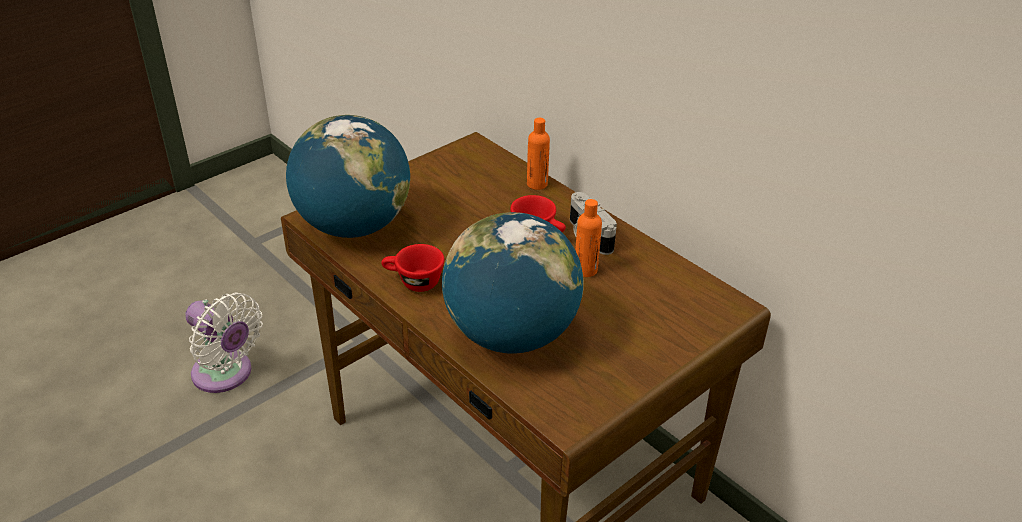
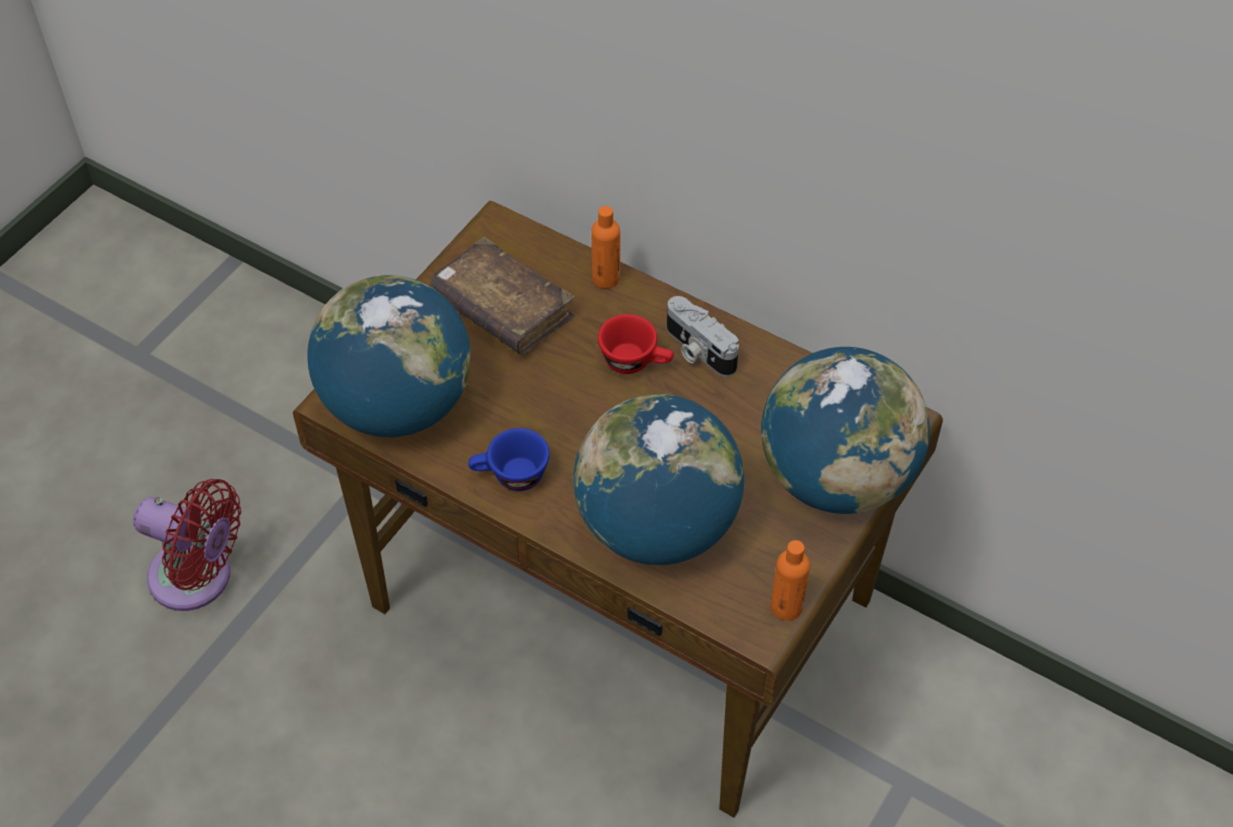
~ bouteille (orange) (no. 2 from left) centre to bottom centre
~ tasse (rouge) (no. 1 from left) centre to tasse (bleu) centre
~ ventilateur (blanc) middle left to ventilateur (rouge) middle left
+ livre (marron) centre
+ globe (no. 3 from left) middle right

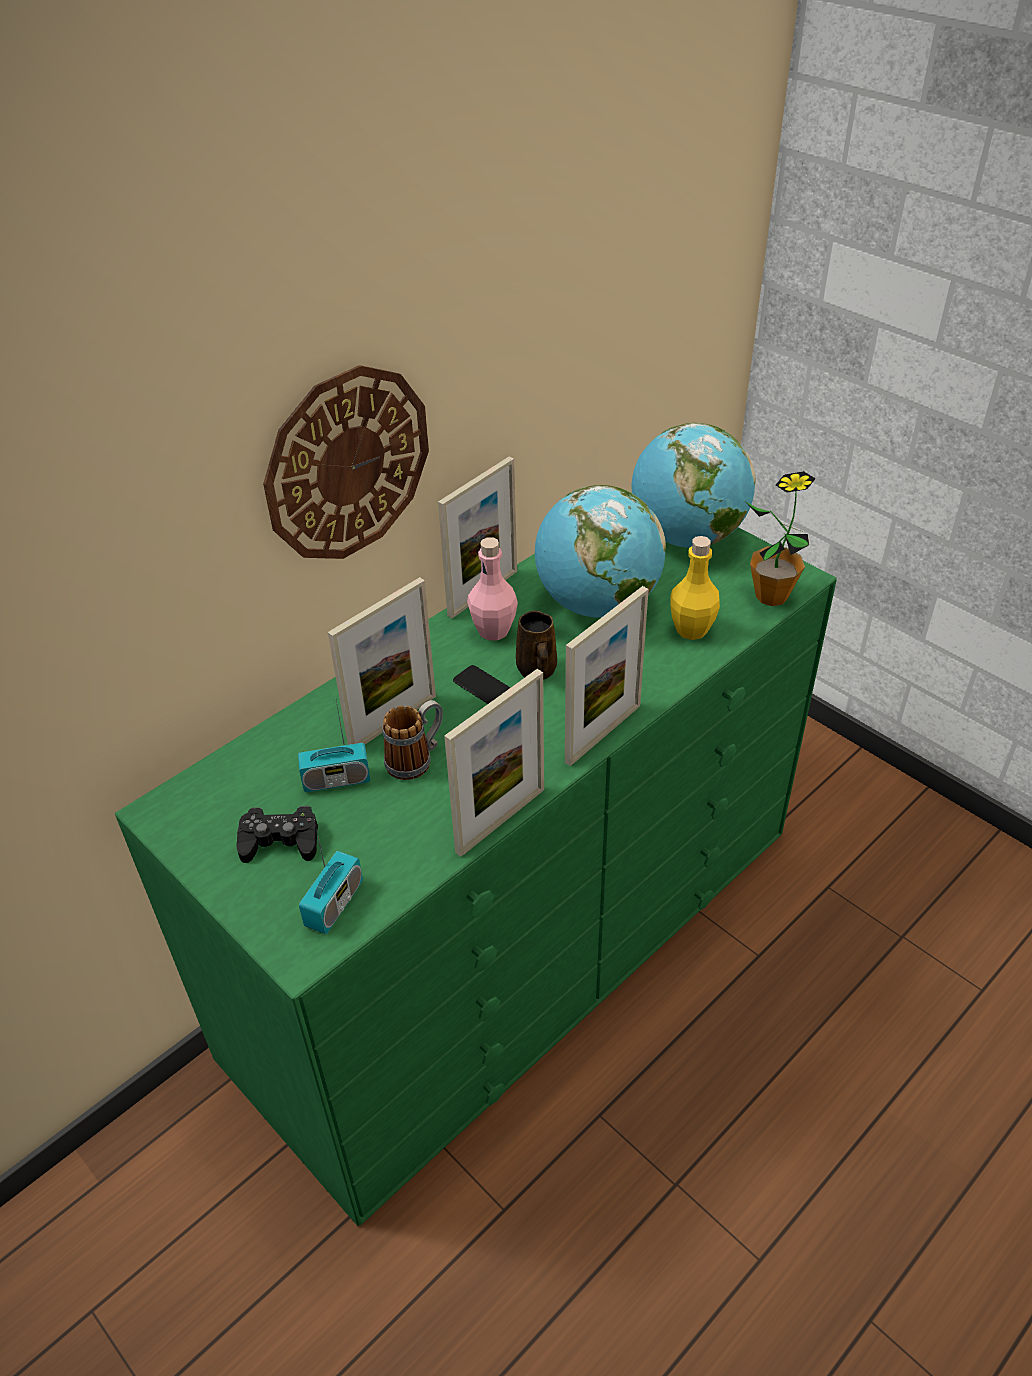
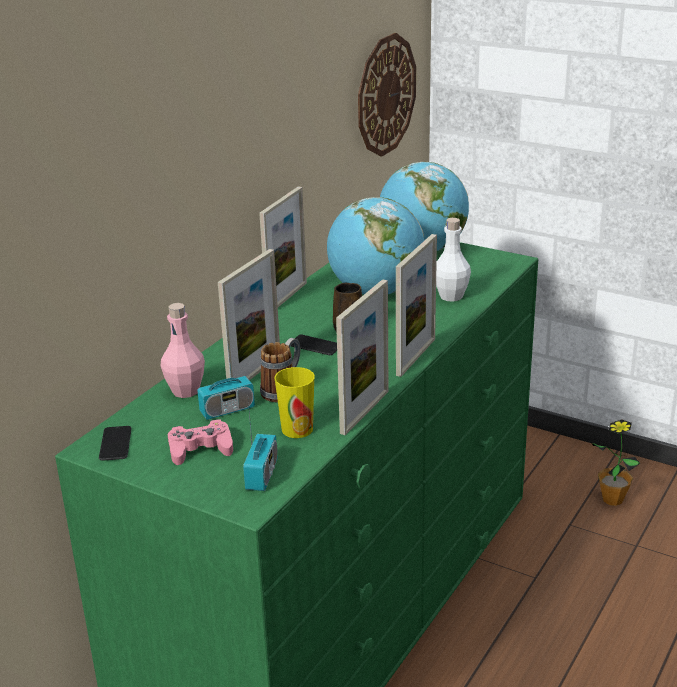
~ horloge murale centre to top centre
~ plante en pot middle right to bottom right
~ bouteille (jaune) middle right to bouteille (blanc) middle right
~ bouteille (rose) centre to middle left
~ manette (noir) middle left to manette (rose) middle left
+ tasse centre
+ téléphone (no. 1 from left) middle left

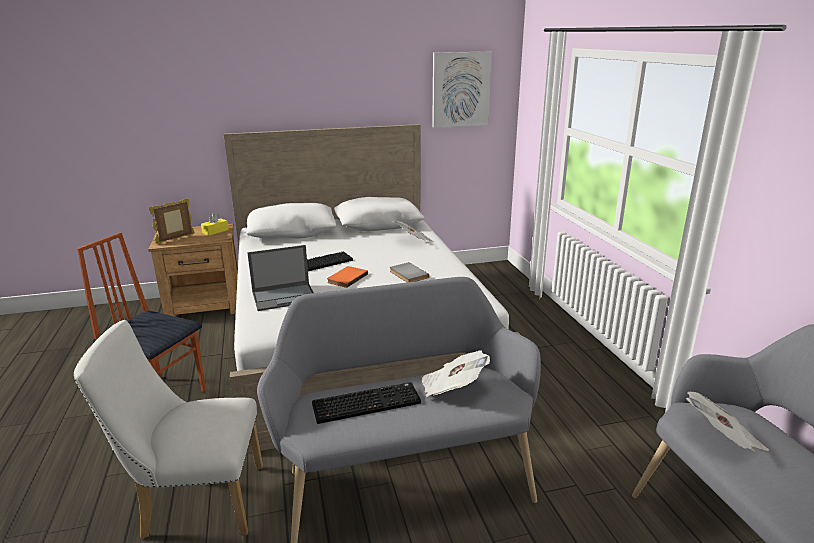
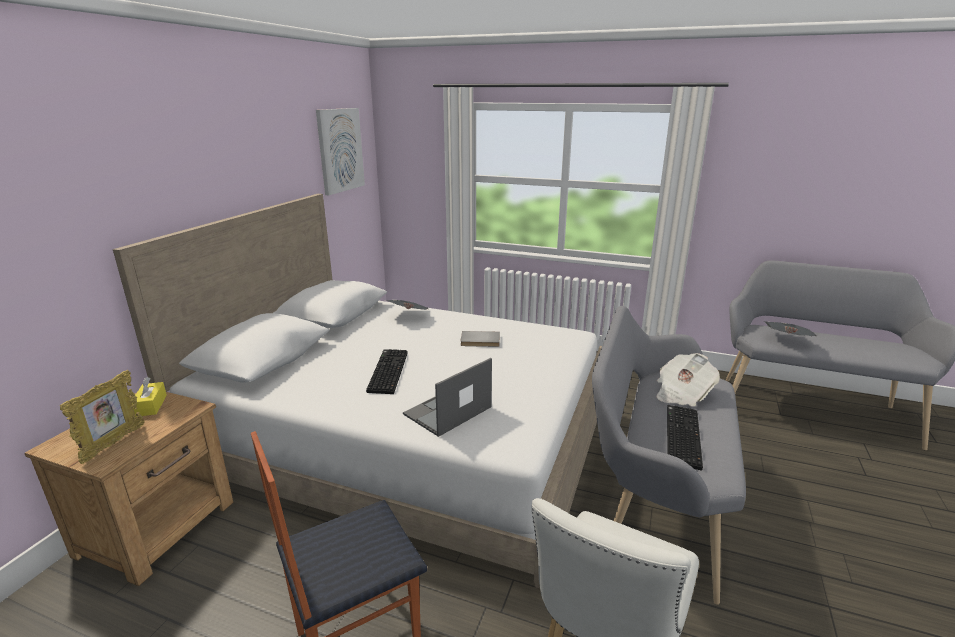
~ cadre photo middle left = middle left 150 degrees counterclockwise
~ ordinateur portable centre = centre 150 degrees counterclockwise
- livre (orange) centre

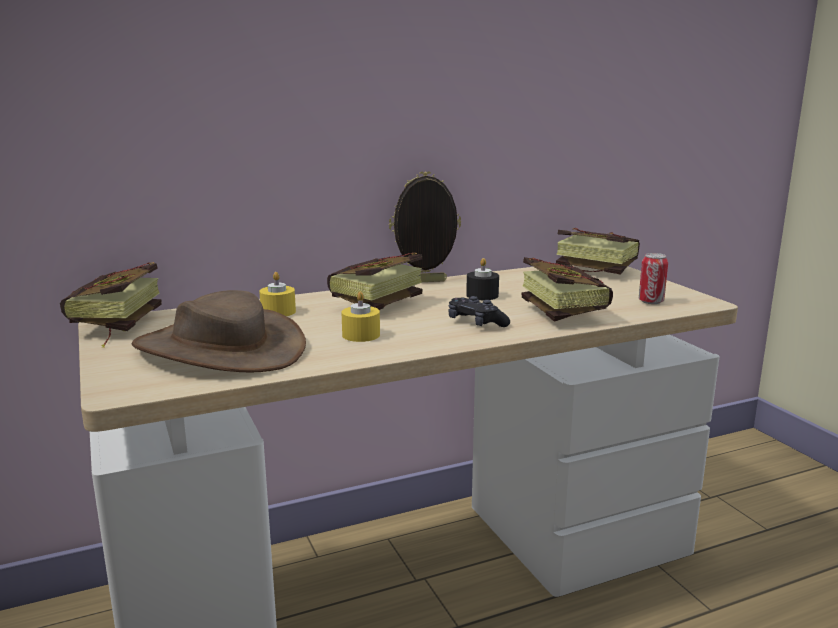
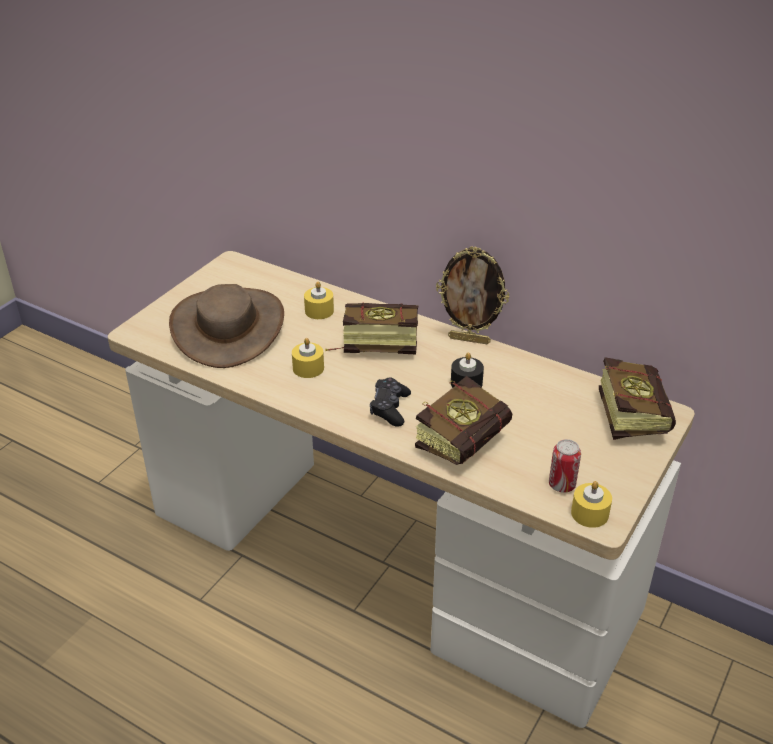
~ cadre photo centre = centre 150 degrees clockwise
- livre (no. 1 from left) middle left
+ bougie (jaune) (no. 3 from left) bottom right

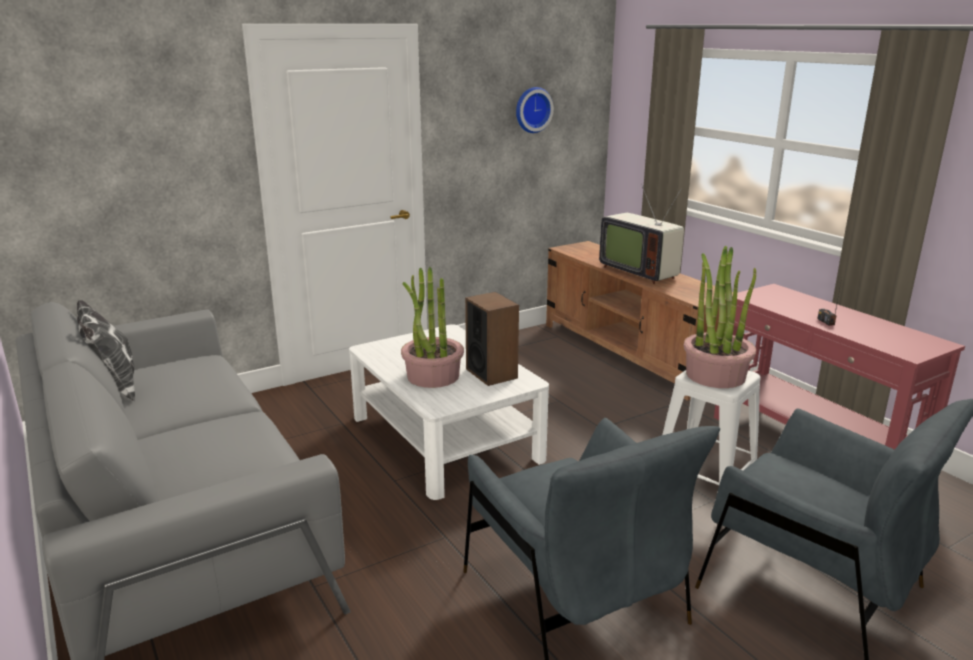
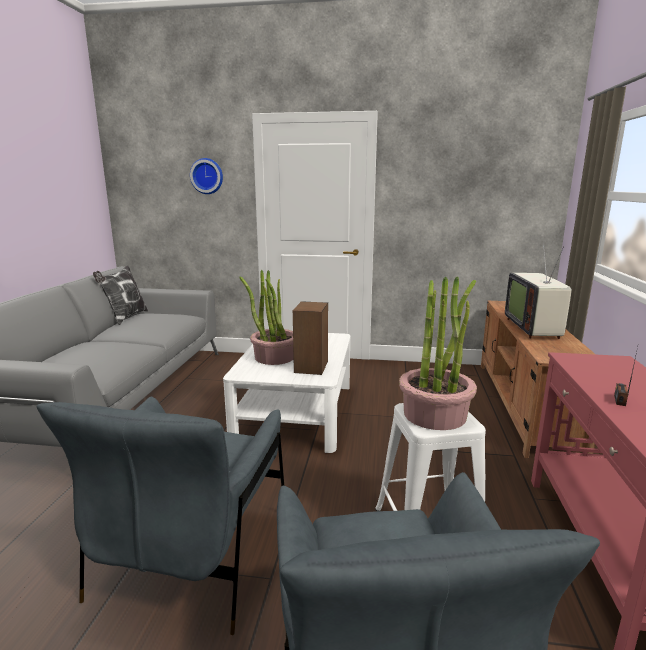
~ horloge murale top centre to top left

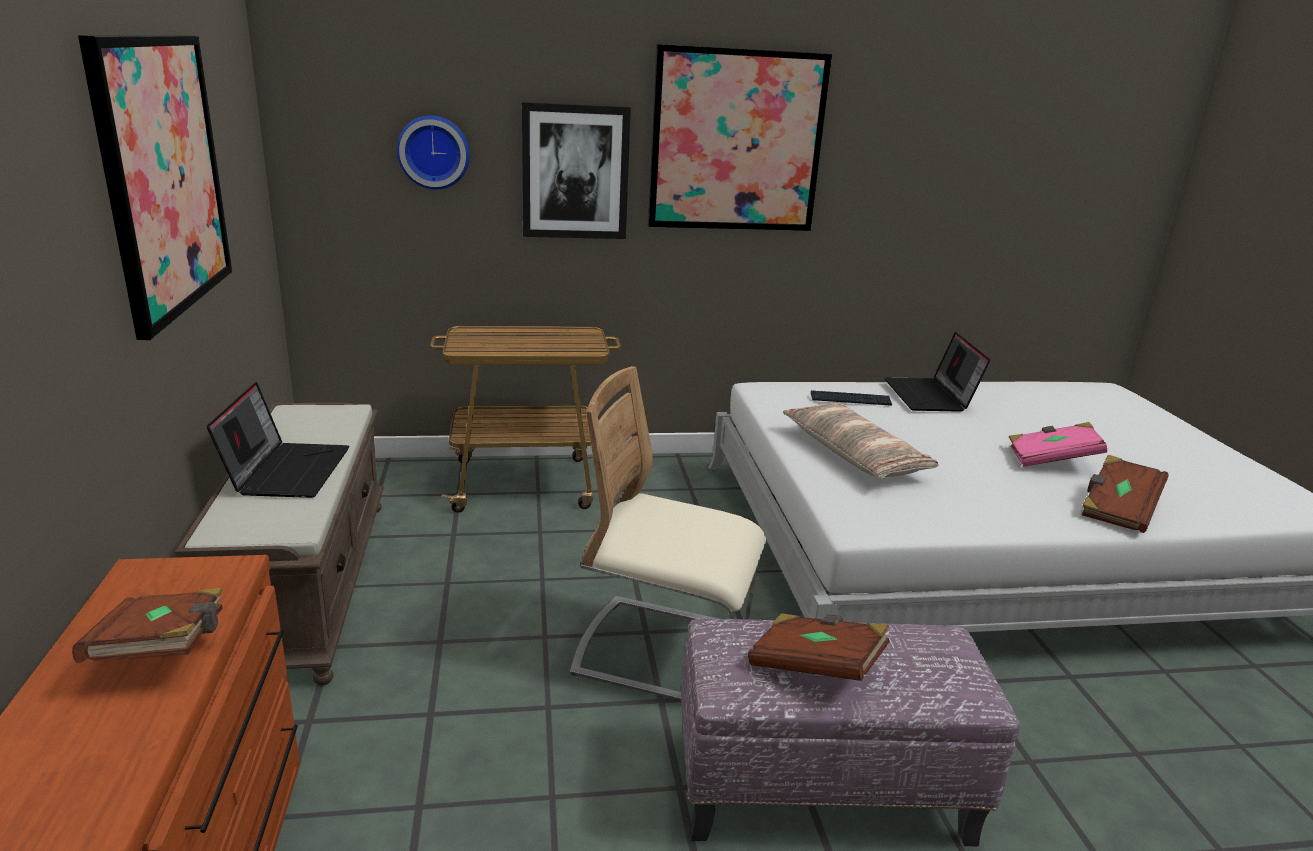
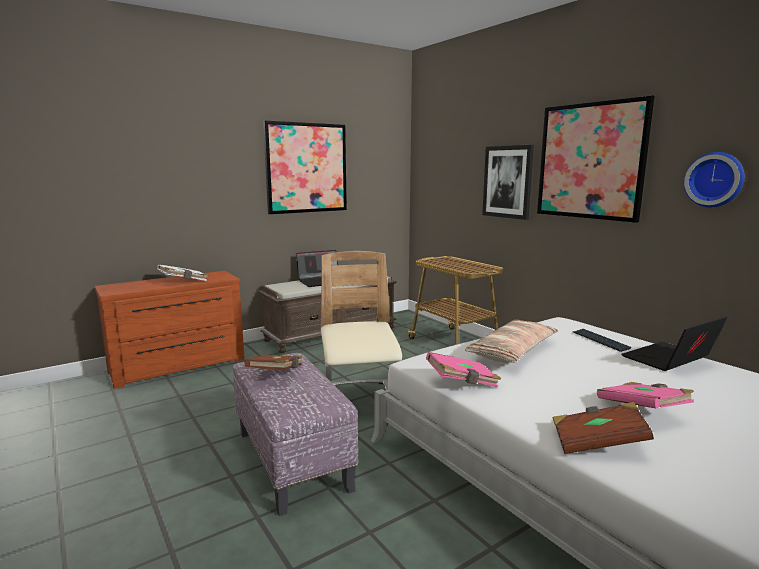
~ horloge murale top left to top right
~ livre (marron) (no. 1 from left) bottom left to livre (blanc) middle left
+ livre (rose) (no. 1 from left) centre

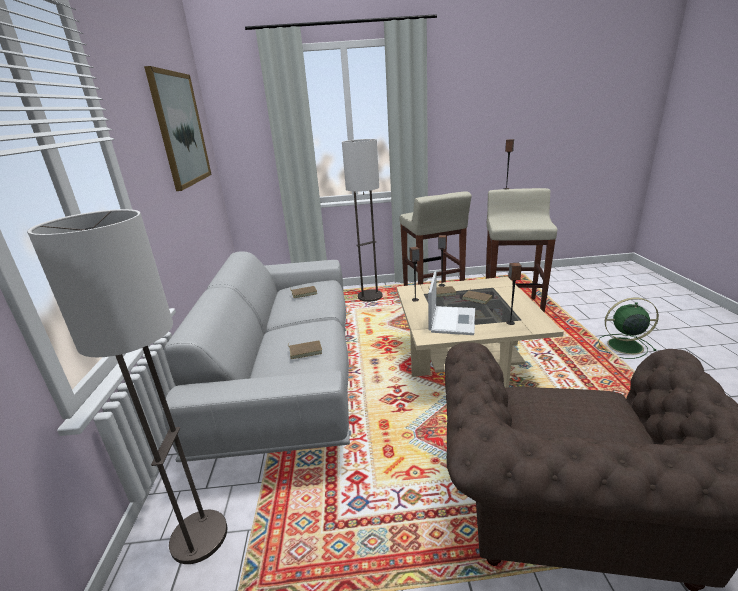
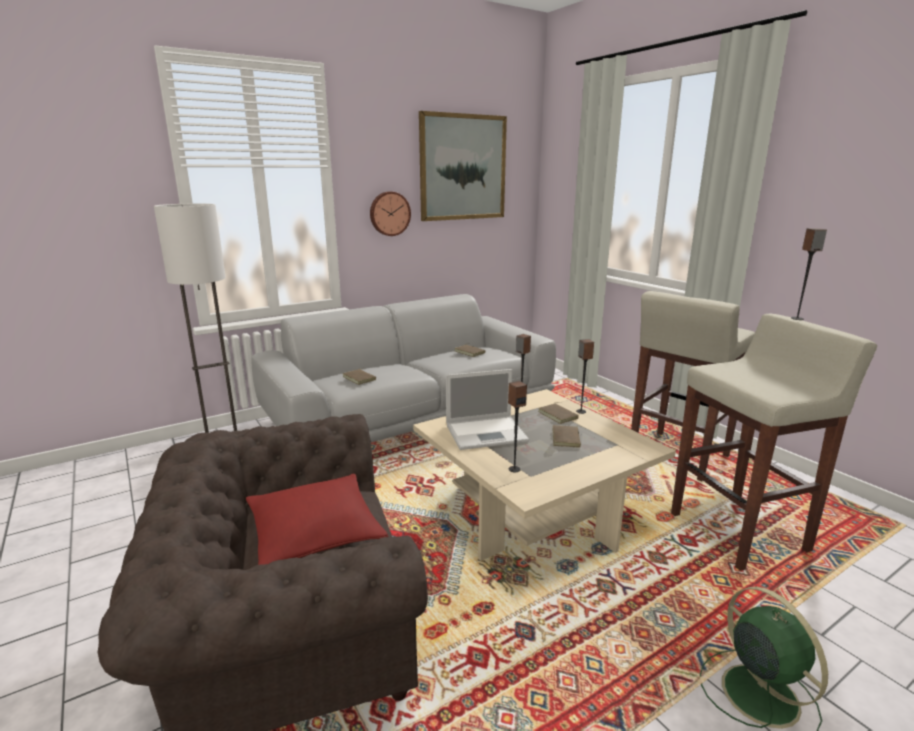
- lampadaire (no. 2 from left) centre
+ horloge murale top centre
+ coussin (rouge) bottom centre

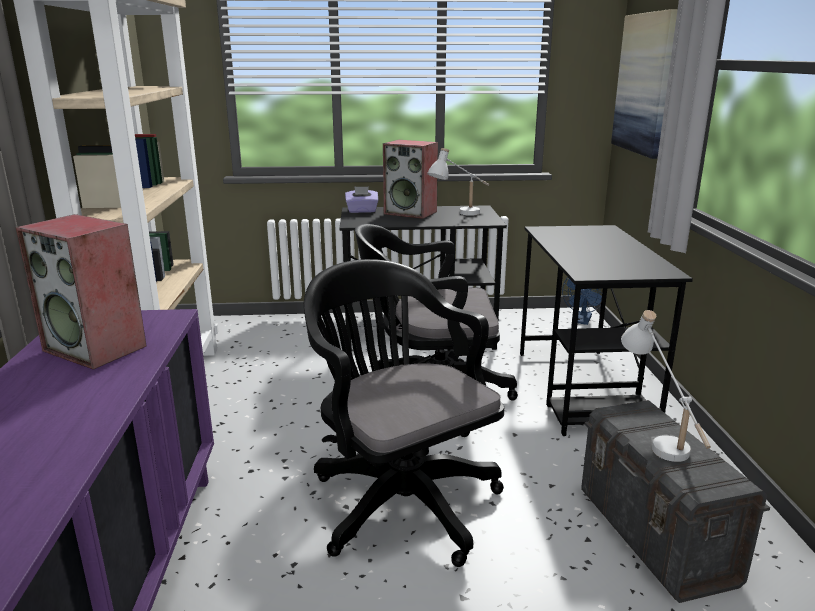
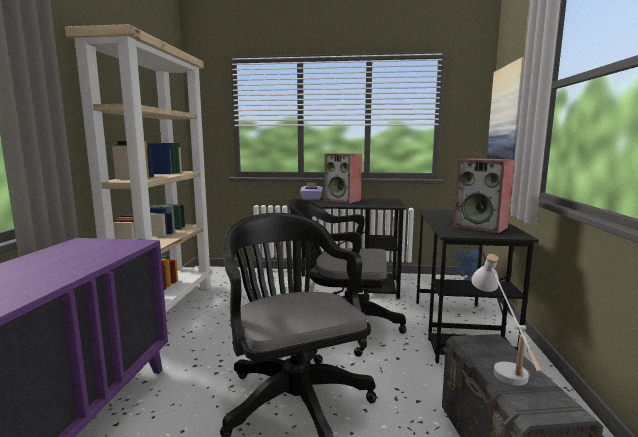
- lampe de table (blanc) (no. 1 from left) top centre
~ enceinte (no. 1 from left in the first image) middle left to enceinte (no. 2 from left) middle right

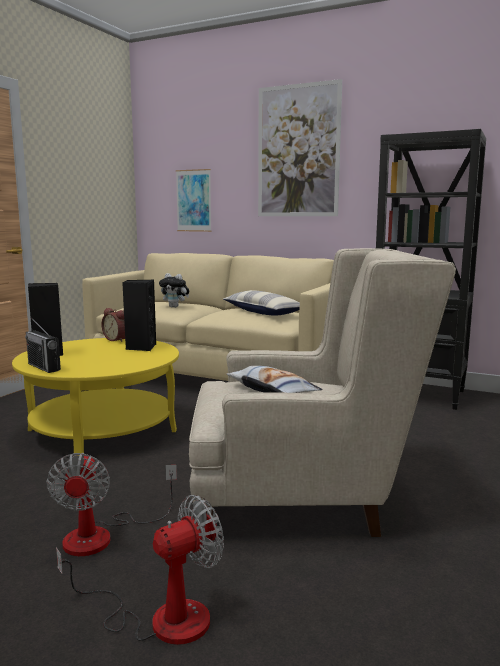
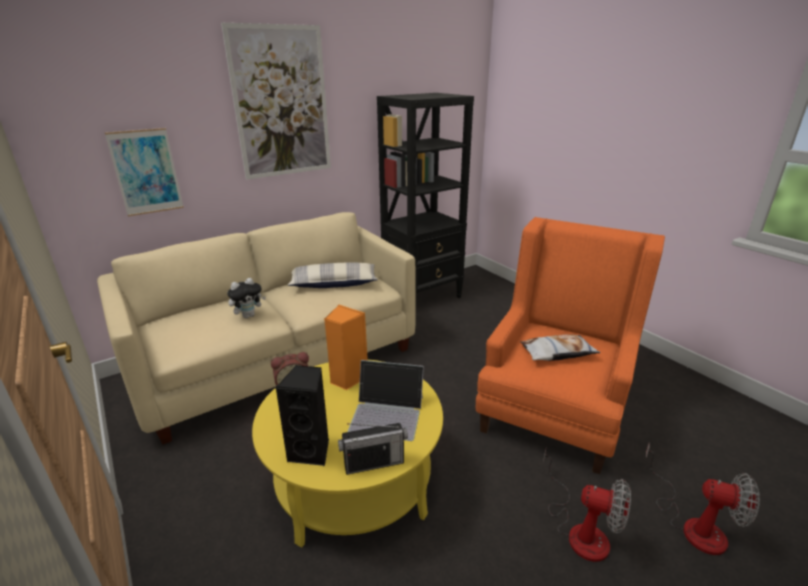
~ fauteuil (beige) centre to fauteuil (orange) middle right
~ enceinte (noir) (no. 2 from left) middle left to enceinte (orange) centre
~ ventilateur (no. 2 from left) bottom left = bottom right 120 degrees clockwise
+ ordinateur portable bottom centre

